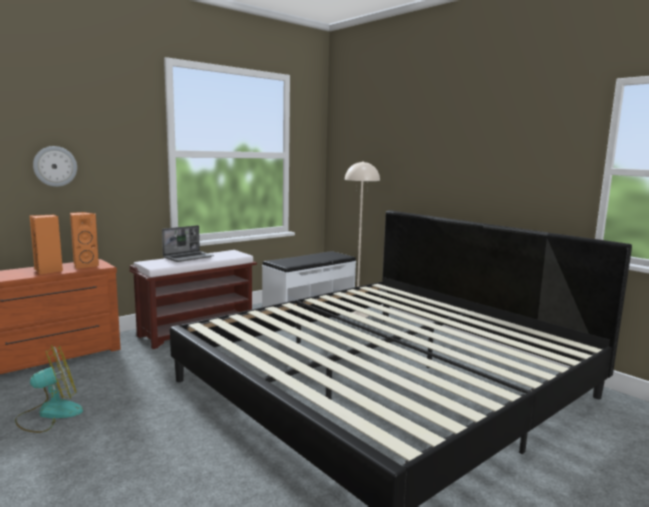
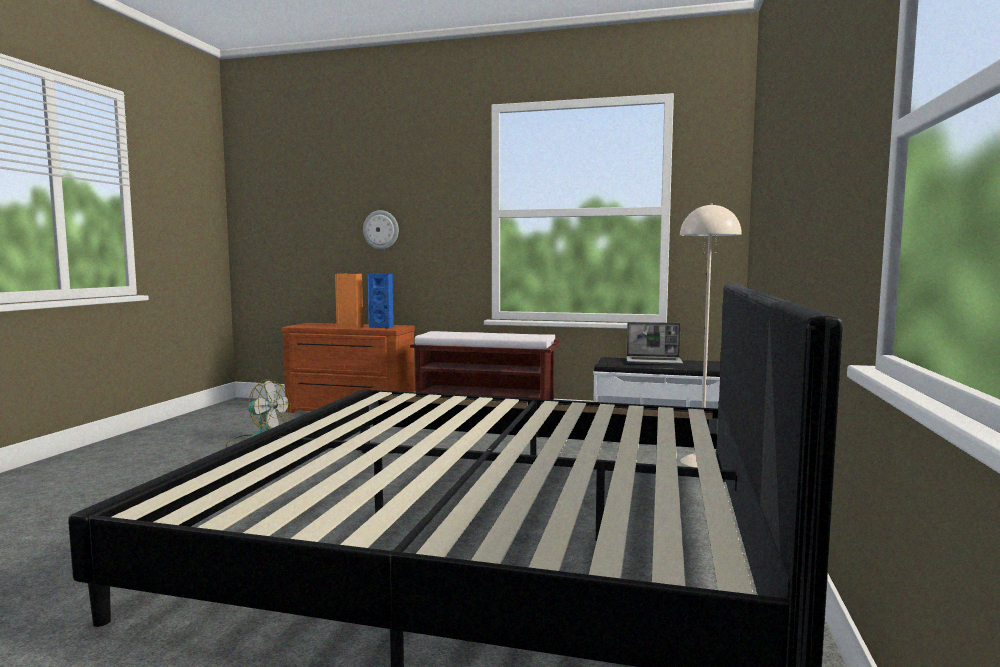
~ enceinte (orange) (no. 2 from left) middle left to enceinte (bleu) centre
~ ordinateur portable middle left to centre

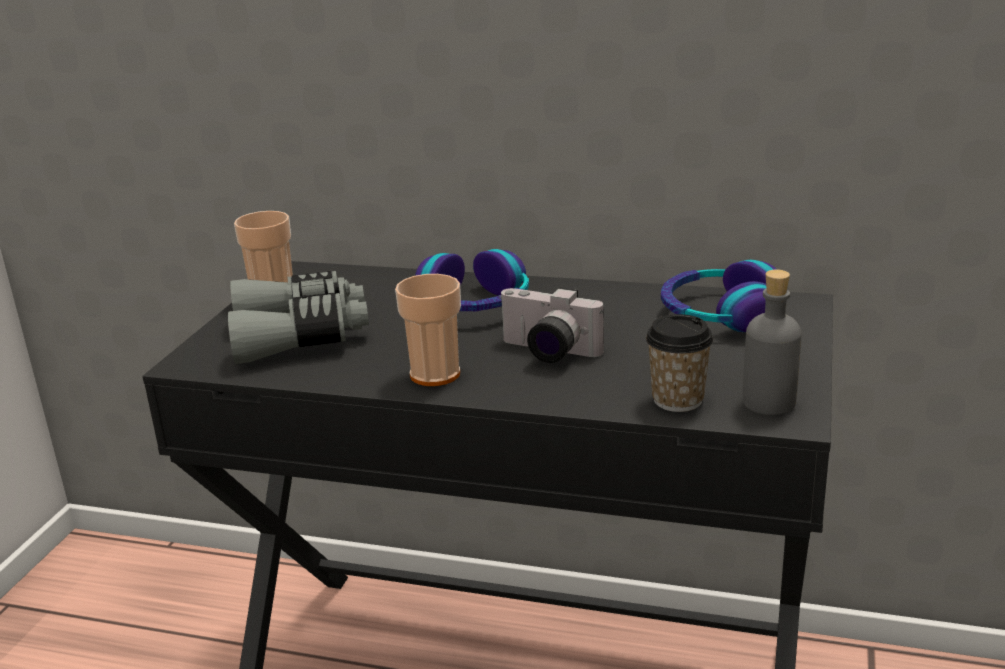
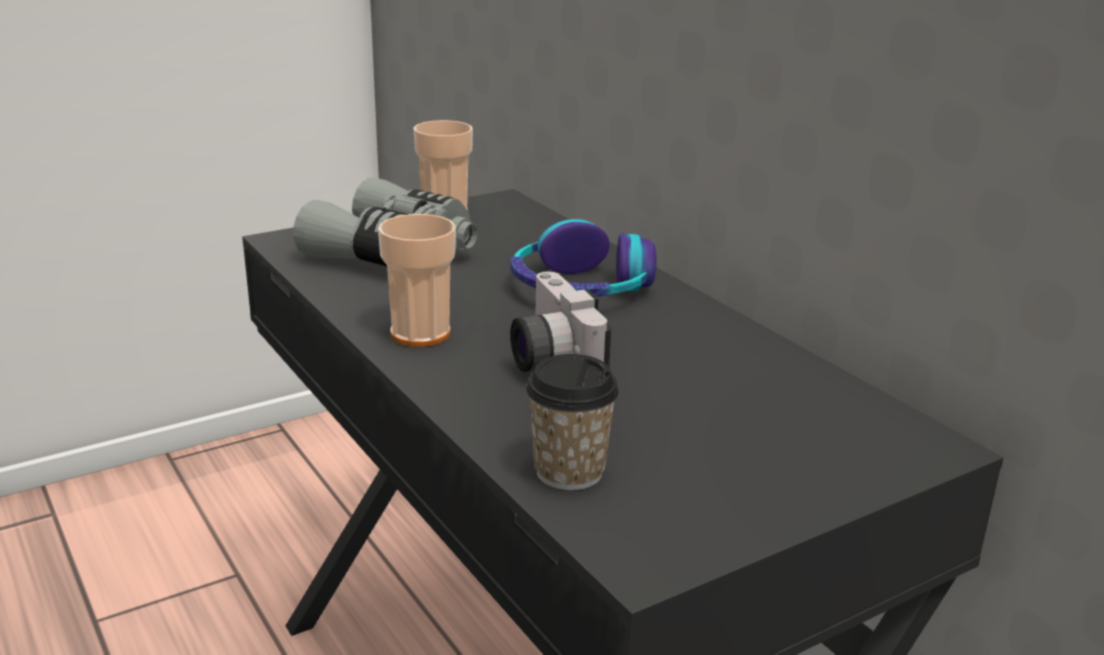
- casque audio (no. 2 from left) middle right
- bouteille (gris) middle right

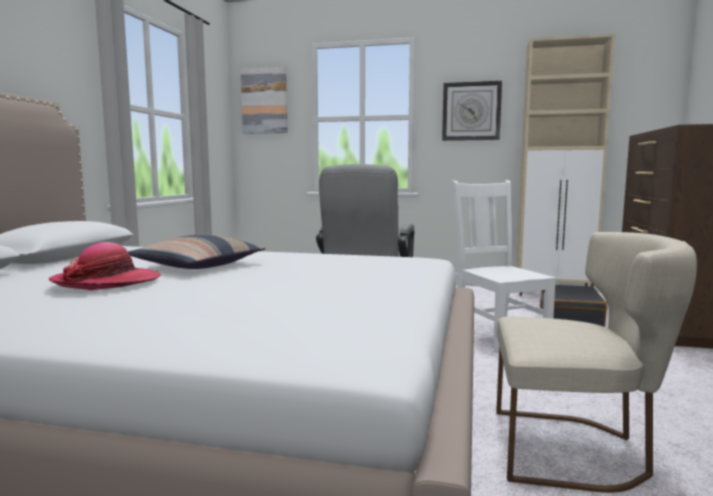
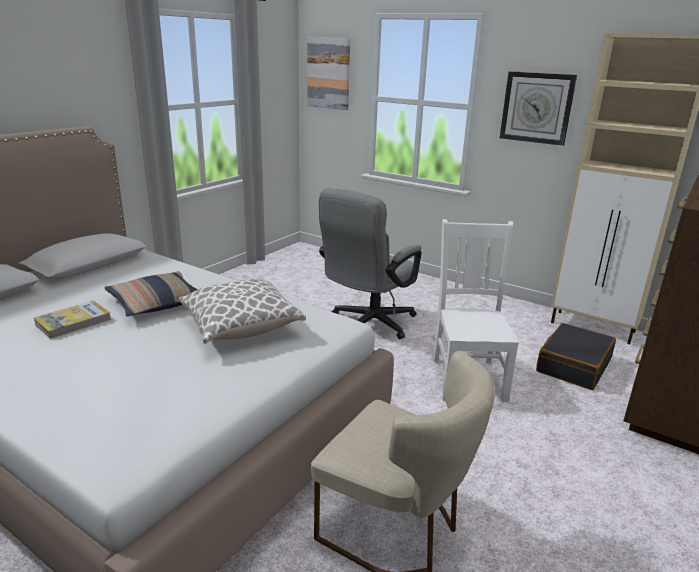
~ chapeau middle left to livre middle left
+ coussin (no. 2 from left) centre

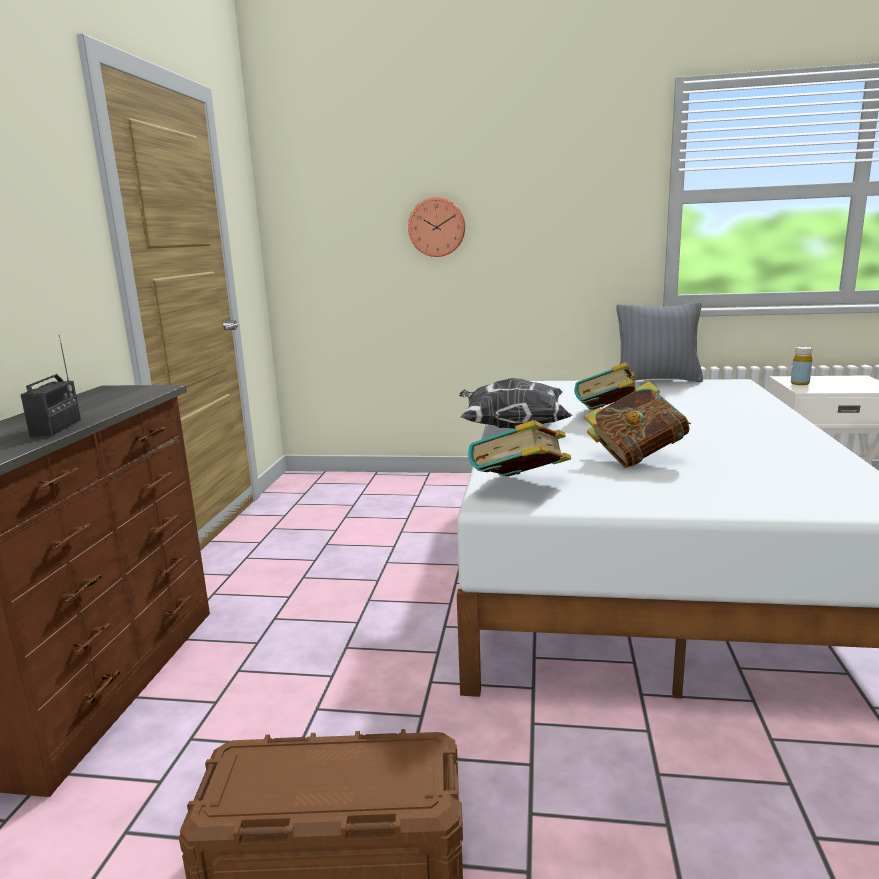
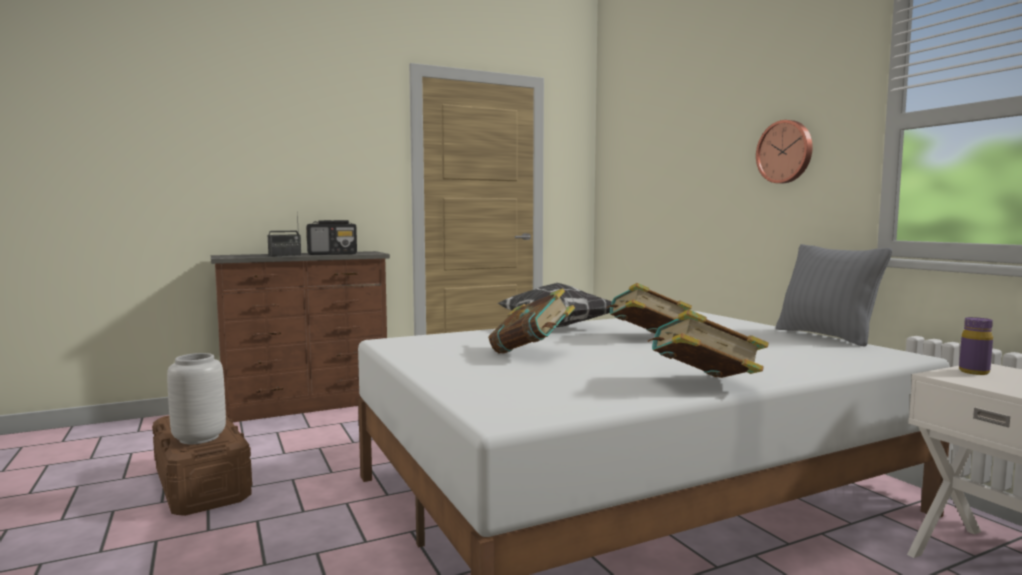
~ horloge murale top centre to top right
~ bouteille (jaune) middle right to bouteille (violet) middle right
~ livre (no. 1 from left in the first image) centre to livre (no. 3 from left) middle right
+ radio (no. 2 from left) middle left
+ vase (gris) bottom left

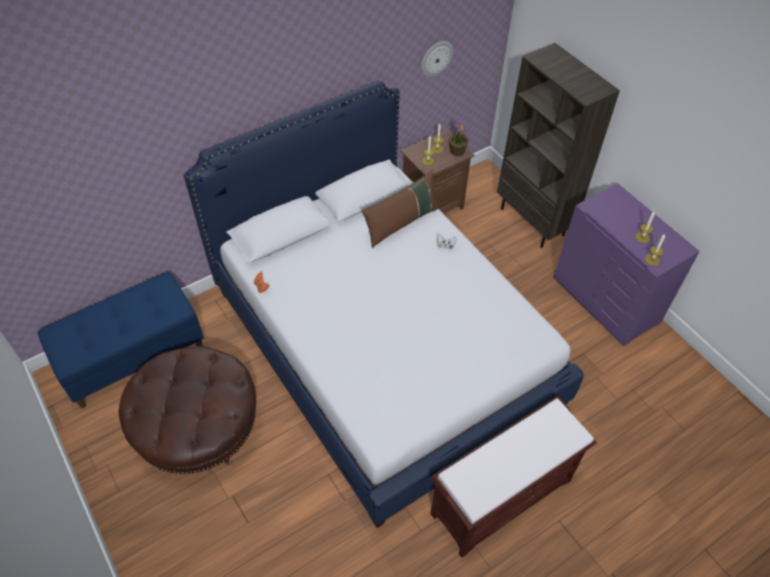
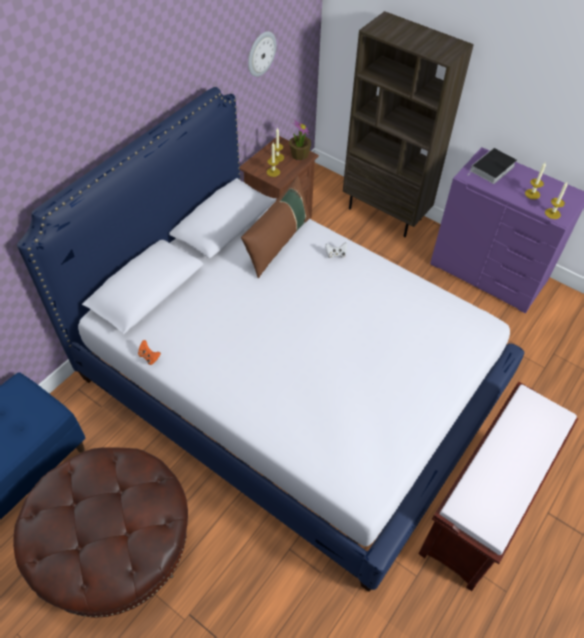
+ livre top right

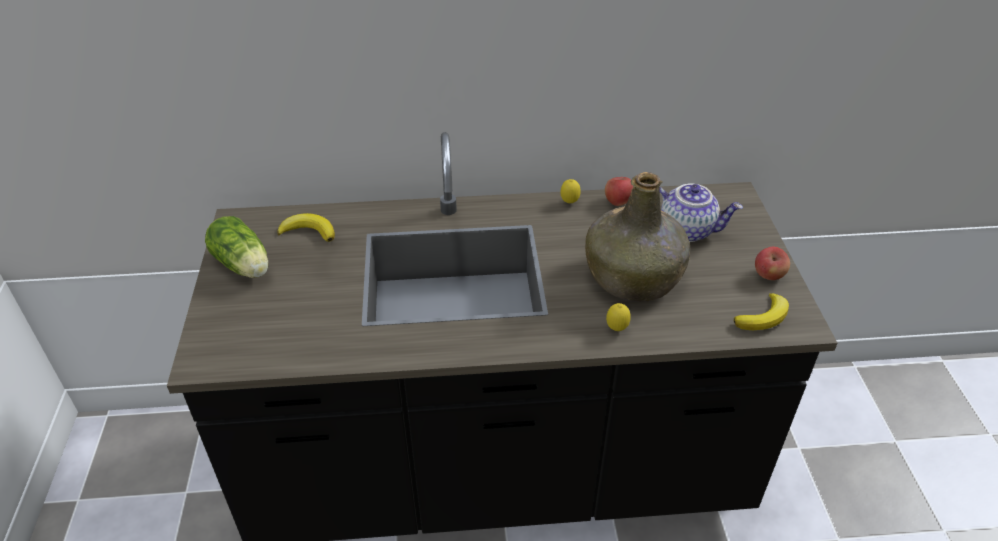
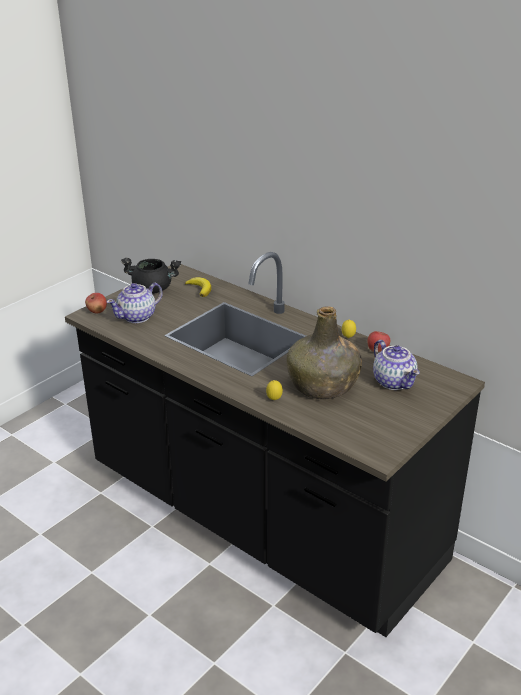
~ laitue middle left to marmite (noir) middle left
~ pomme (no. 2 from left in the first image) middle right to pomme (no. 1 from left) middle left
- banane (no. 2 from left) middle right
+ théière (no. 1 from left) middle left

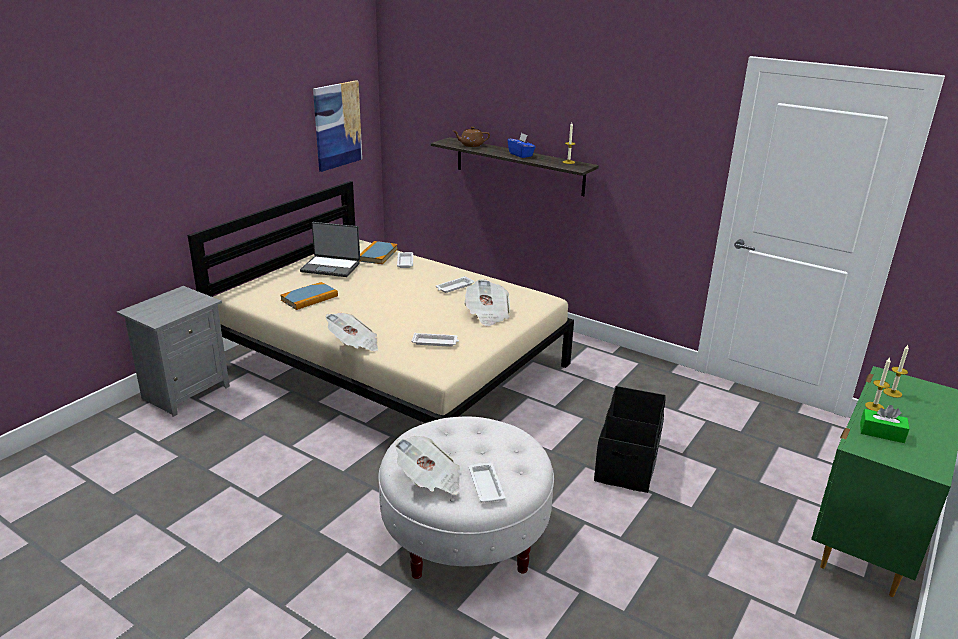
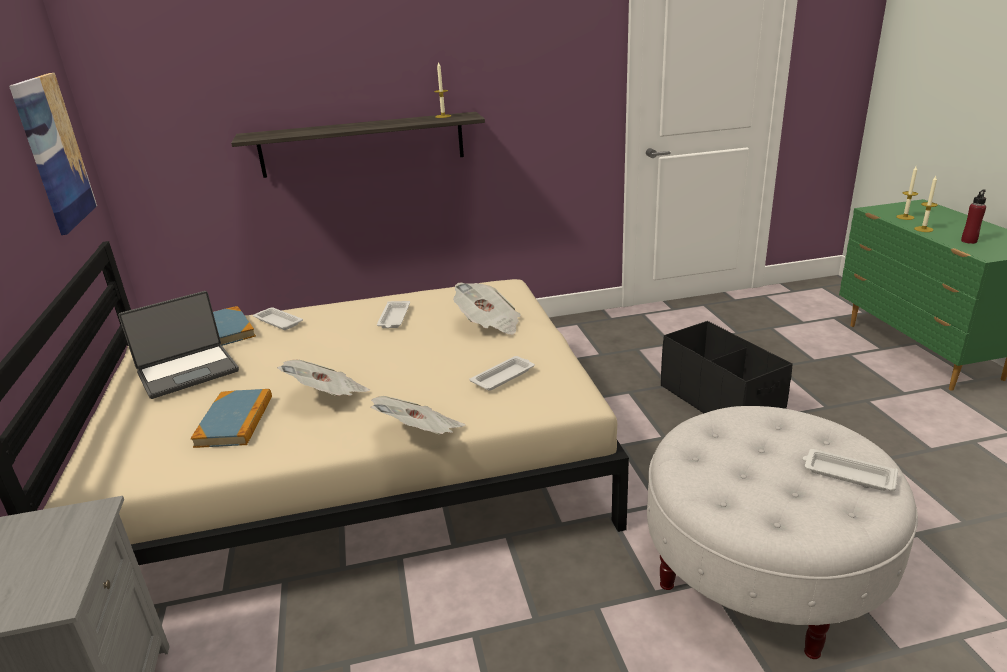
- théière (marron) top centre
- boîte à mouchoirs (bleu) top centre
~ boîte à mouchoirs (vert) middle right to bouteille (rouge) top right
~ journal (no. 2 from left in the first image) bottom centre to journal (no. 1 from left) middle left

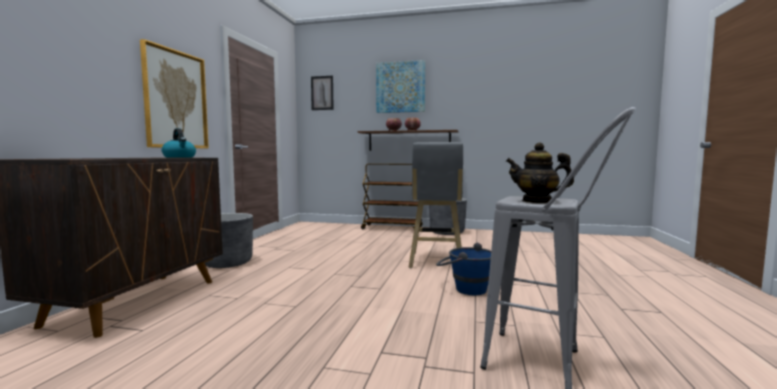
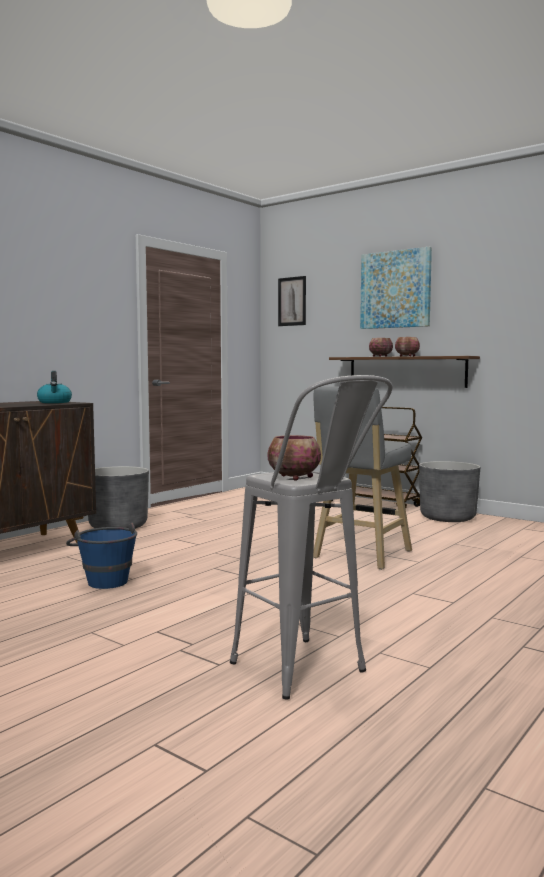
- tableau (no. 1 from left) top left
~ théière middle right to bol (no. 1 from left) centre
~ seau (bleu) bottom centre to middle left

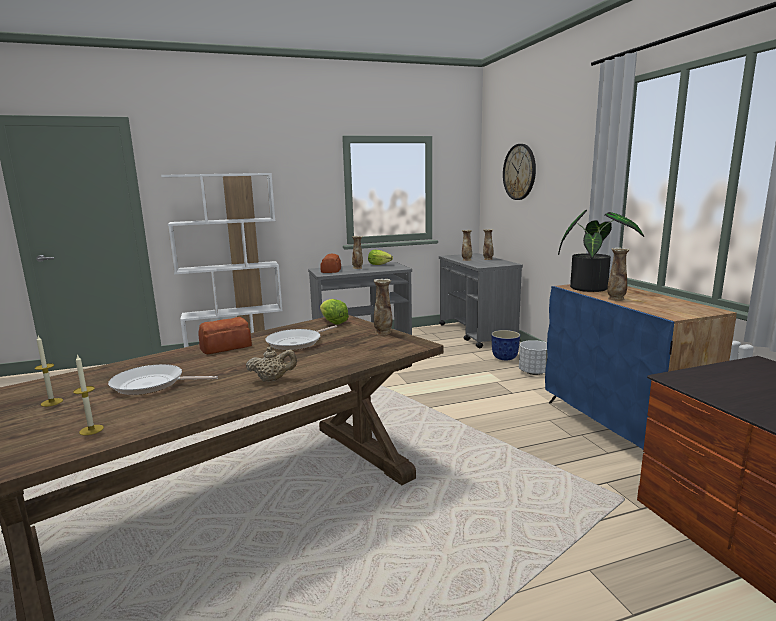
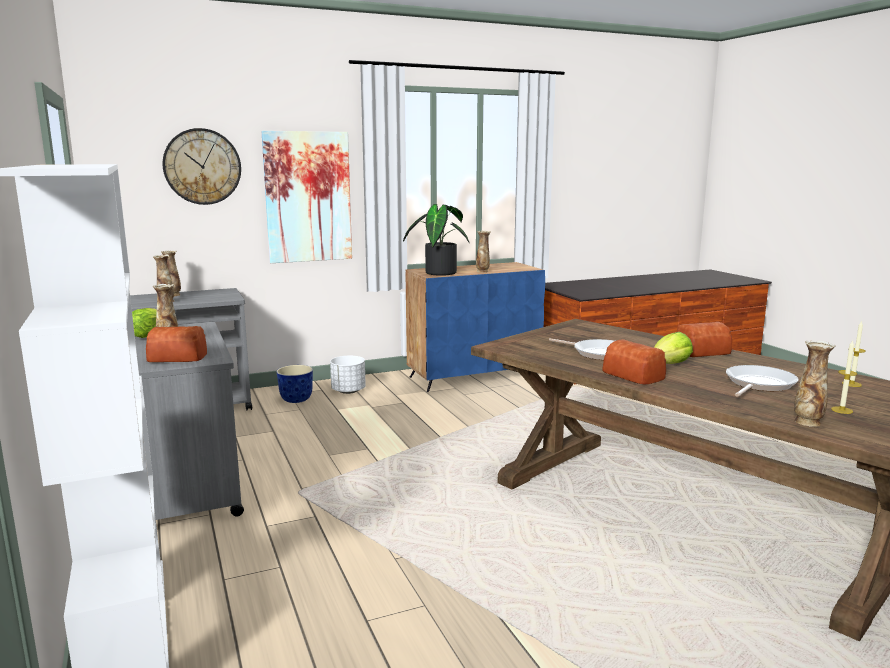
~ vase (no. 2 from left in the first image) centre to vase (no. 5 from left) middle right
~ laitue (no. 1 from left in the first image) centre to laitue (no. 2 from left) middle right
~ théière (beige) centre to pain (no. 3 from left) middle right
~ poêle (no. 1 from left in the first image) middle left = middle right 135 degrees counterclockwise
+ tableau top centre

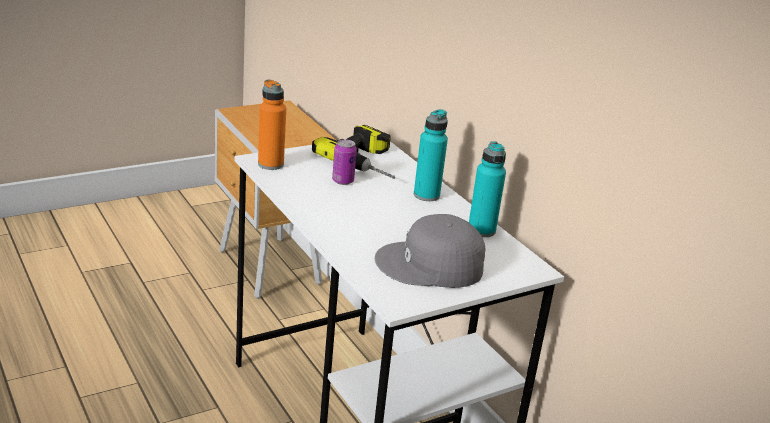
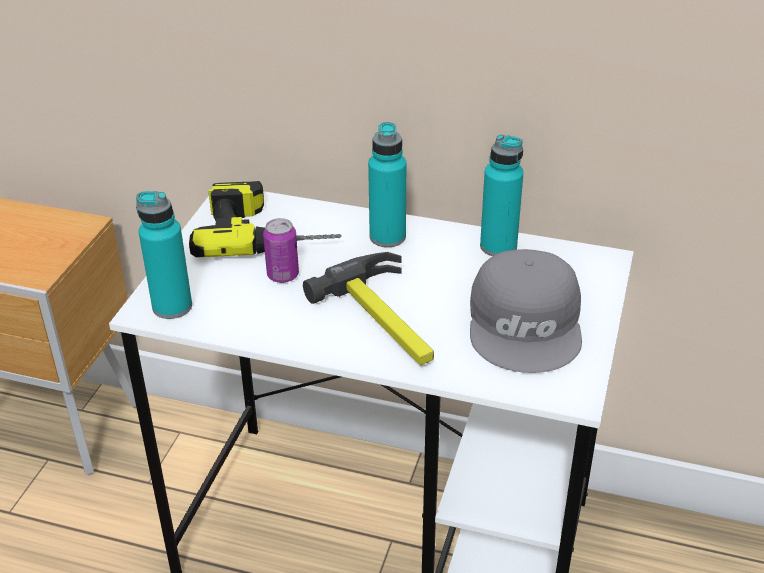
~ bouteille (orange) top centre to bouteille (turquoise) (no. 1 from left) middle left
~ casquette (gris) centre = middle right 45 degrees counterclockwise
+ marteau centre

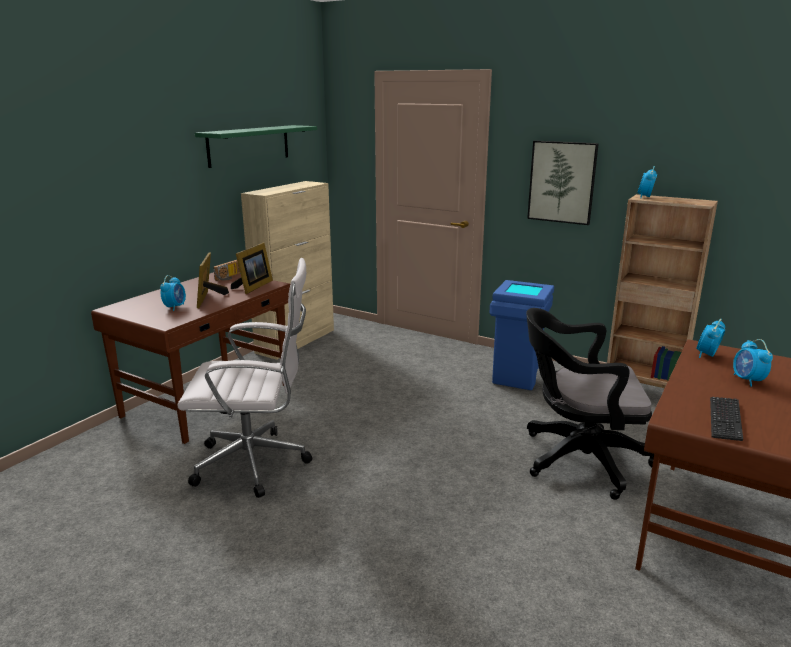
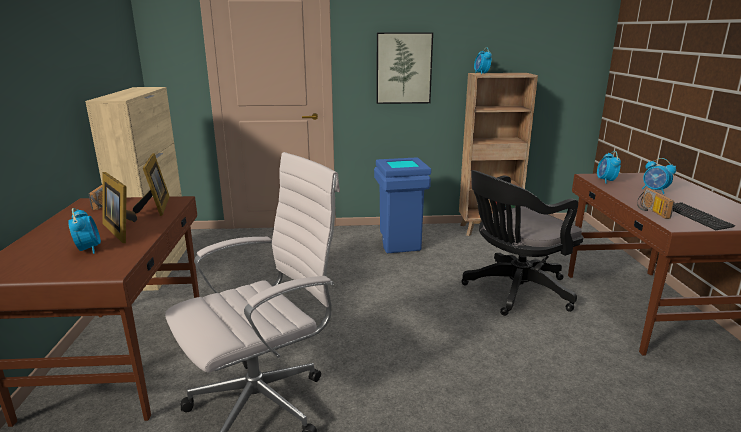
- étagère (vert) top left
+ radio (no. 2 from left) middle right

